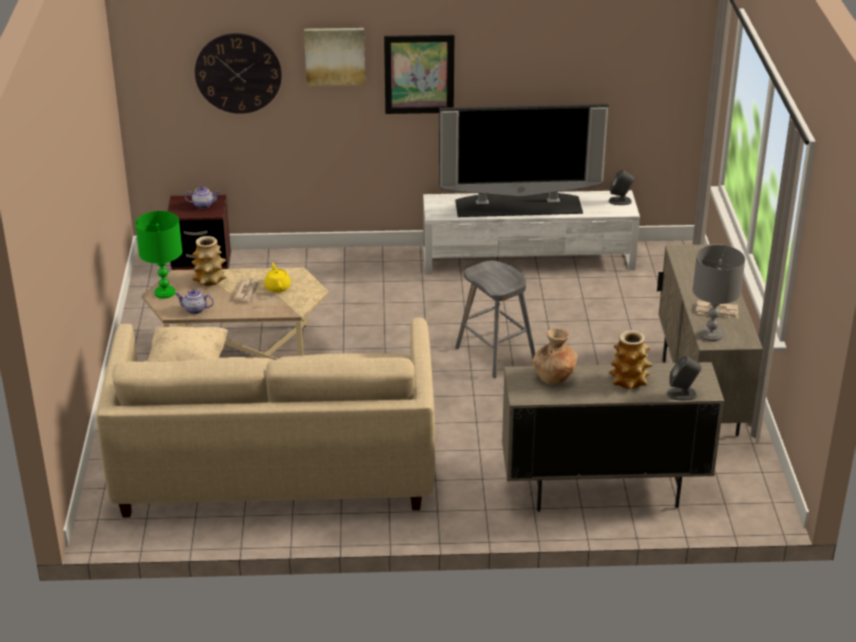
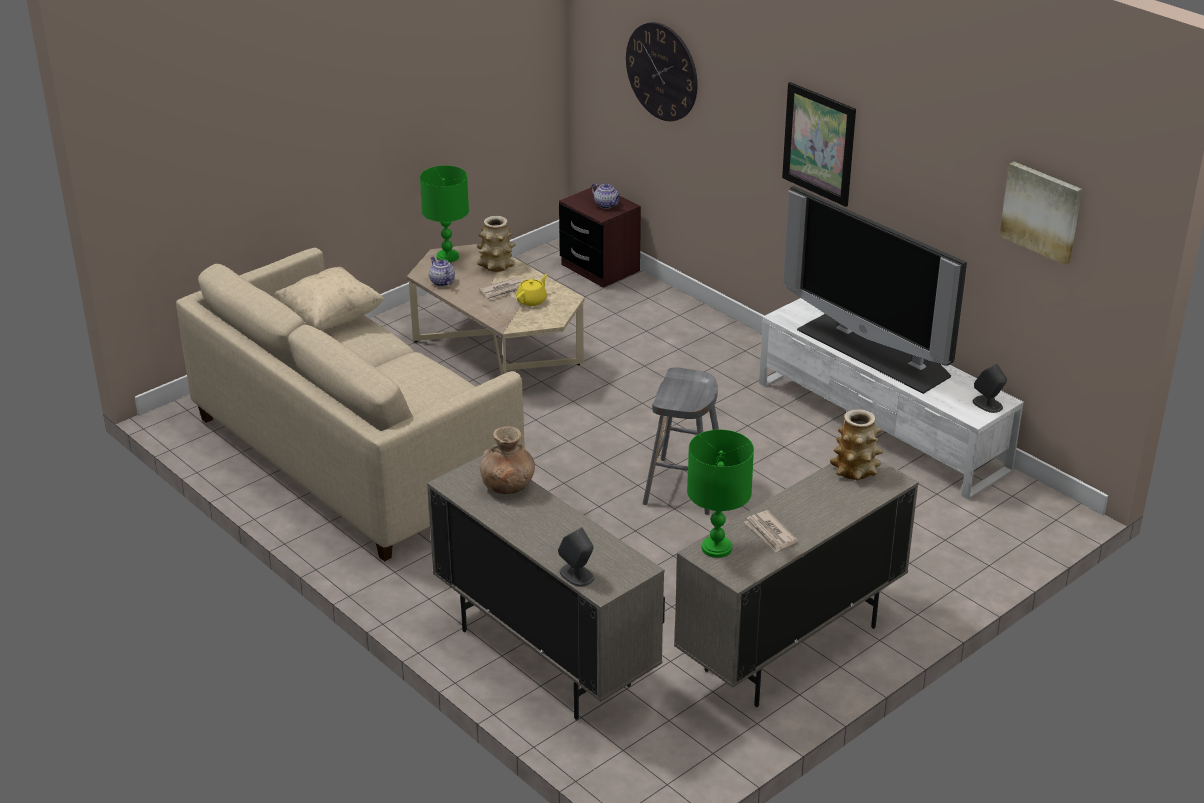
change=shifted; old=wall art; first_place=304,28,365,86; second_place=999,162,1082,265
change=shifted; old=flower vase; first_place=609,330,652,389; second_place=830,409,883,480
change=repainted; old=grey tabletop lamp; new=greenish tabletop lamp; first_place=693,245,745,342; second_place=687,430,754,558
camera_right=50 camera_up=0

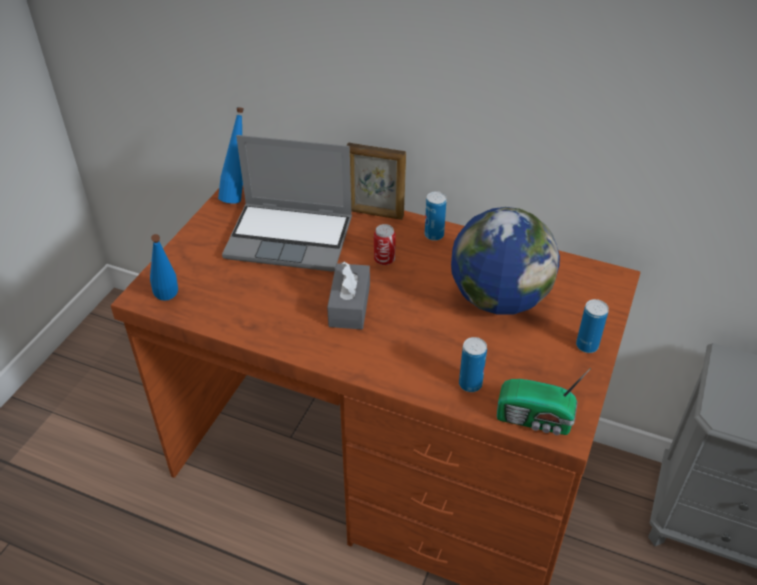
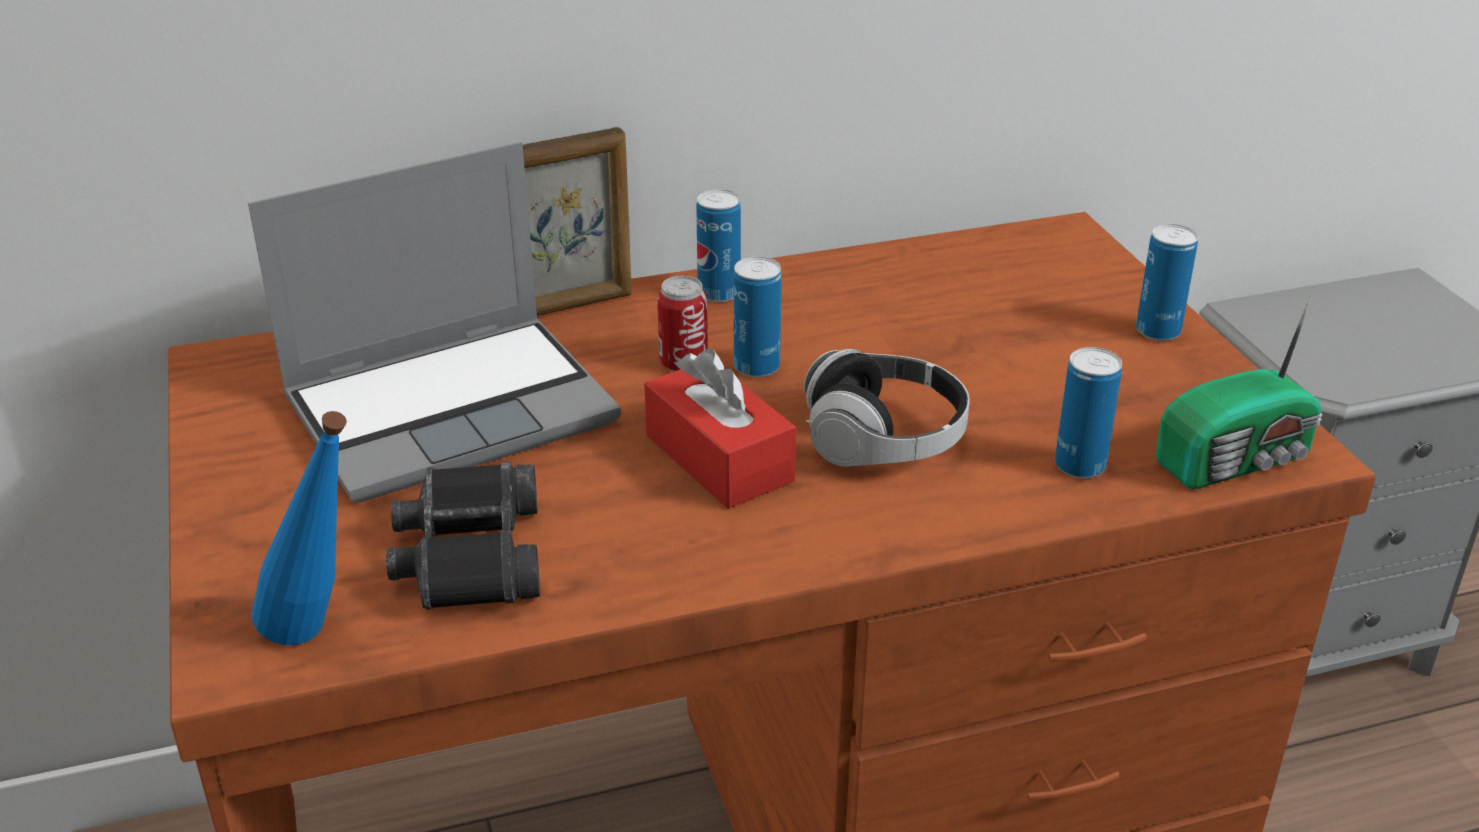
change=gone; old=blue beverage bottle; first_place=218,107,244,203
change=gone; old=globe; first_place=451,207,560,315
change=new; new=blackish pair of binoculars; second_place=386,461,540,610
change=new; new=metal can; second_place=734,257,782,377
change=new; new=headset; second_place=804,349,970,467
change=repainted; old=grey box of tissues; new=red-coloured box of tissues; first_place=327,262,370,330; second_place=644,348,796,509
camera_right=-40 camera_up=-10

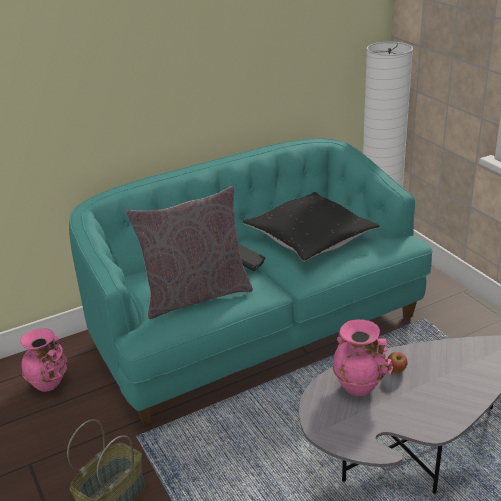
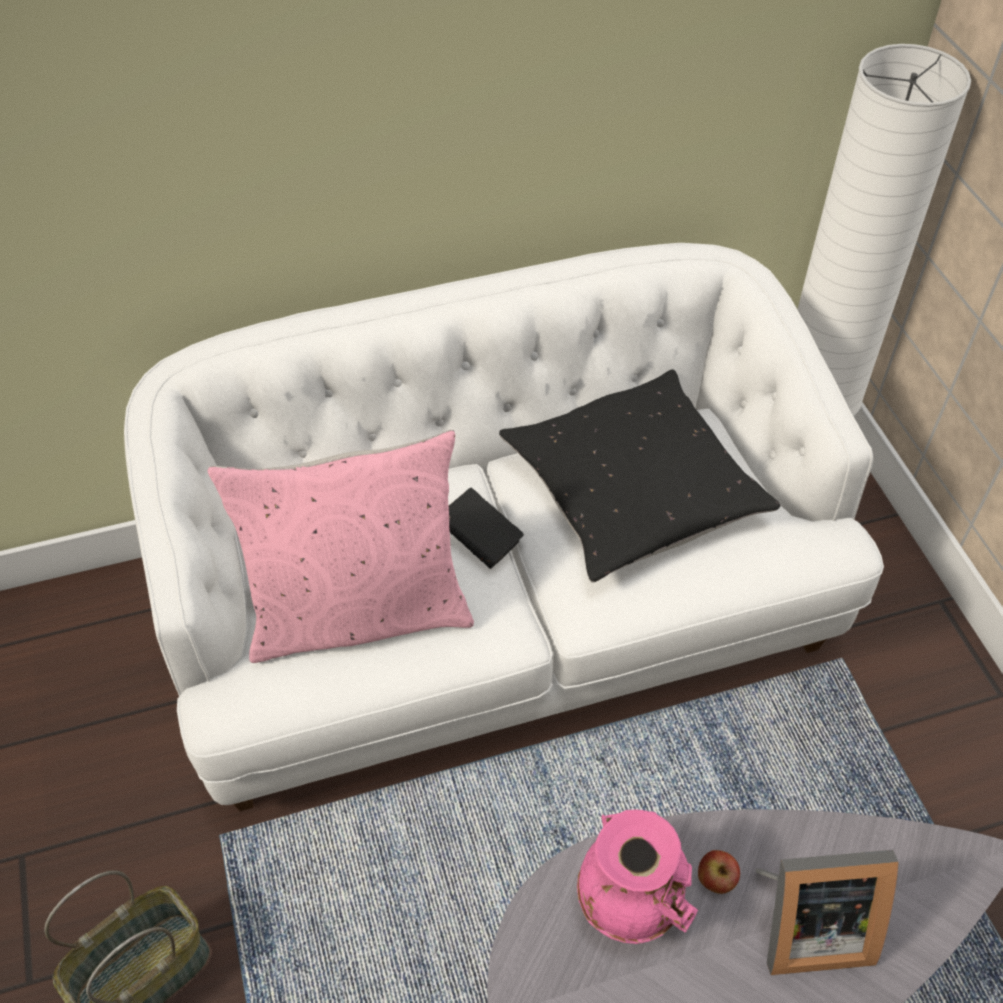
change=gone; old=pinkish flower vase; first_place=20,328,67,392
change=new; new=picture frame; second_place=756,850,898,975
change=repainted; old=turquoise sofa; new=whitish sofa; first_place=69,138,432,425; second_place=124,243,884,811
change=repainted; old=grey pillow; new=pinkish pillow; first_place=126,186,253,319; second_place=207,430,474,663
camera_right=10 camera_up=20

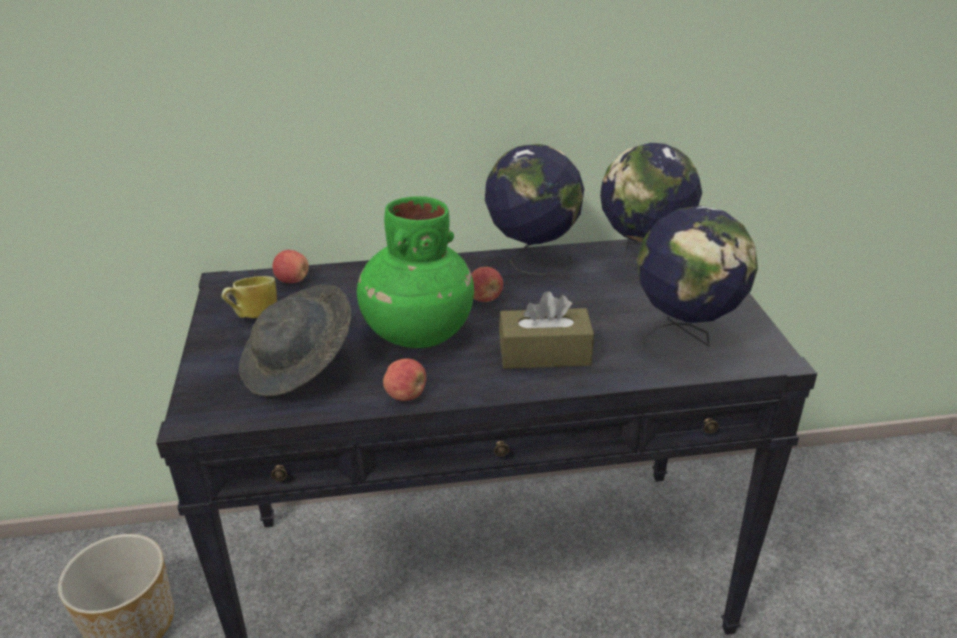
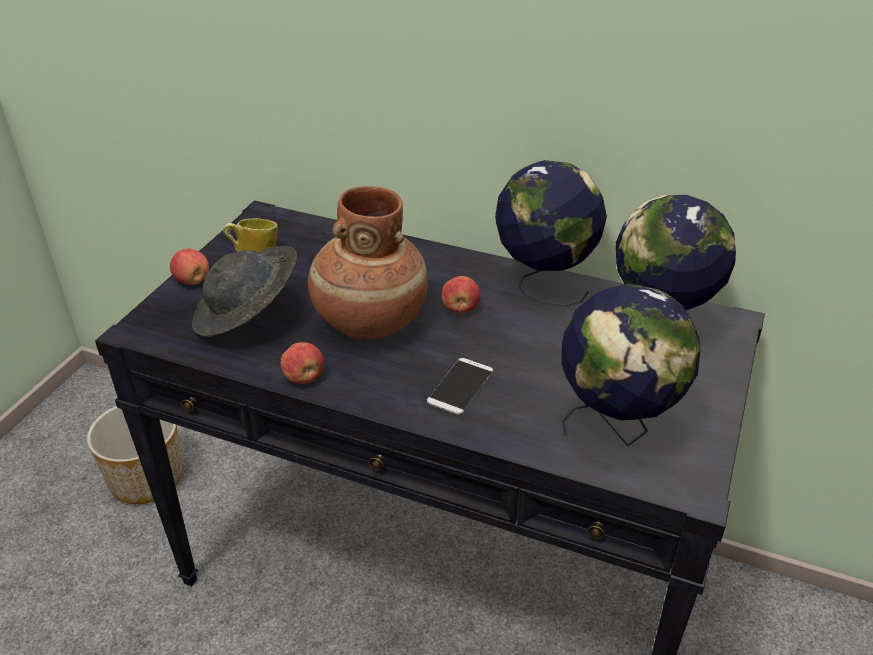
change=shifted; old=whole apple; first_place=272,250,309,283; second_place=170,249,209,285
change=swapped; old=brown-coloured box of tissues; new=phone; first_place=499,291,594,369; second_place=427,358,493,415
change=repainted; old=greenish flower vase; new=brown-coloured flower vase; first_place=357,196,474,348; second_place=308,186,428,340
camera_right=30 camera_up=5

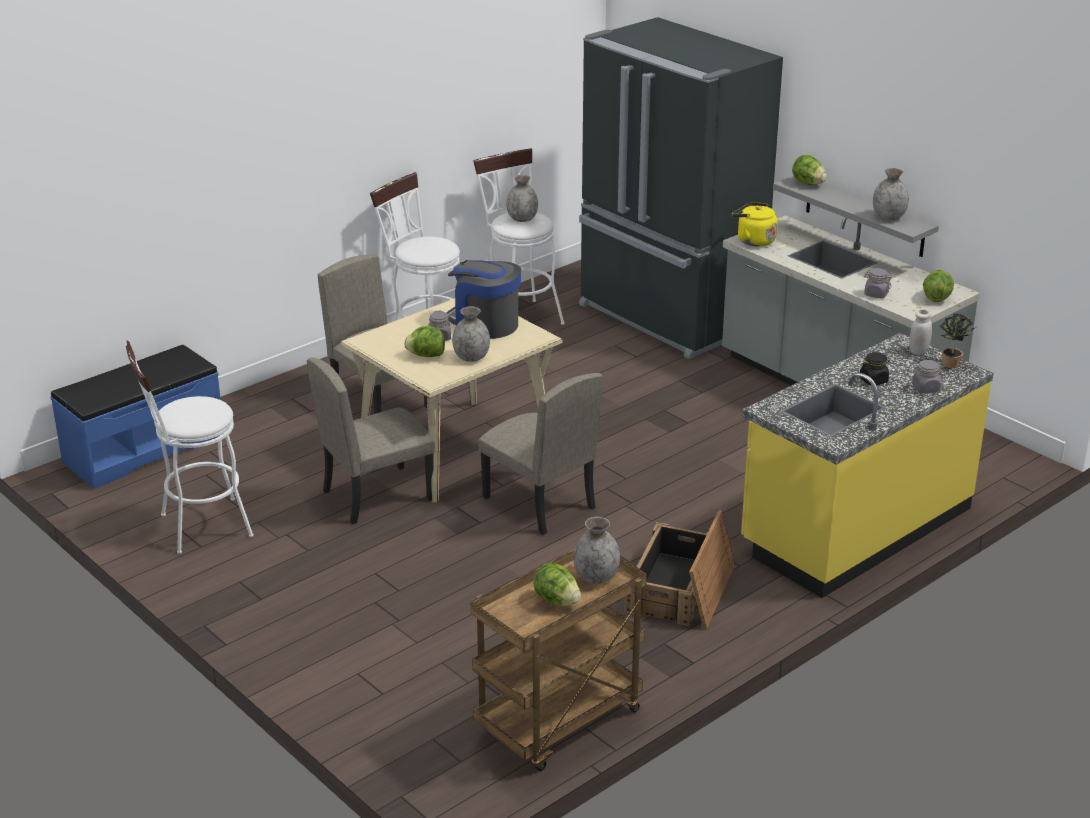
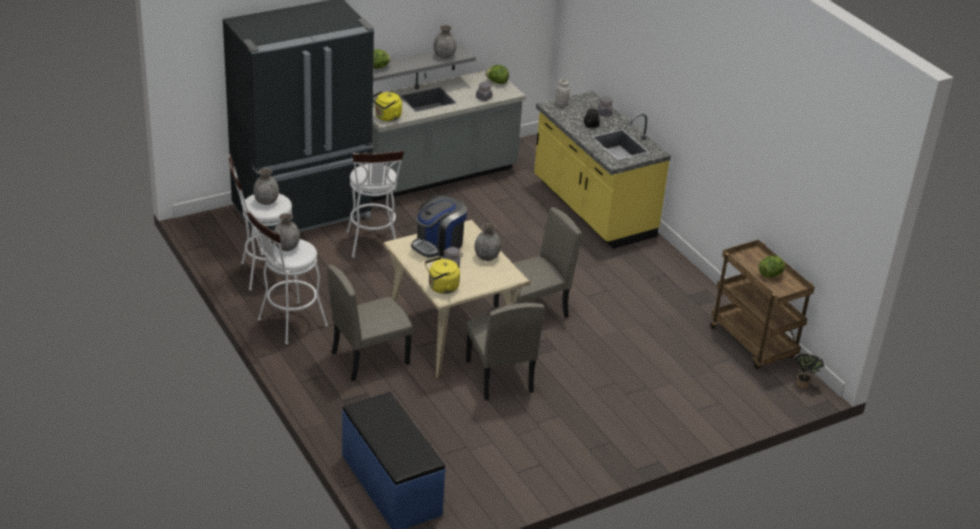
change=gone; old=head of lettuce; first_place=404,326,445,357
change=gone; old=shipping crate; first_place=624,510,735,629
change=new; new=yellow water kettle; second_place=425,257,460,294
change=shifted; old=whitish stool seat; first_place=125,341,254,554; second_place=347,150,404,258
change=shifted; old=grey flower vase; first_place=573,517,620,584; second_place=274,213,300,251
change=shifted; old=houseplant; first_place=939,313,976,368; second_place=794,354,825,388
camera_right=-80 camera_up=5

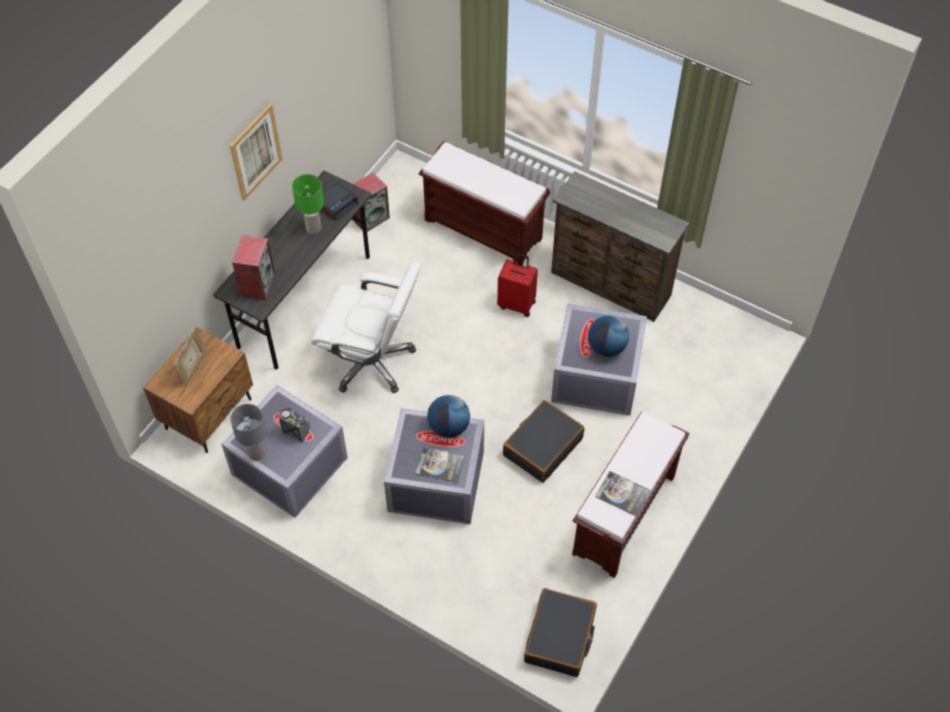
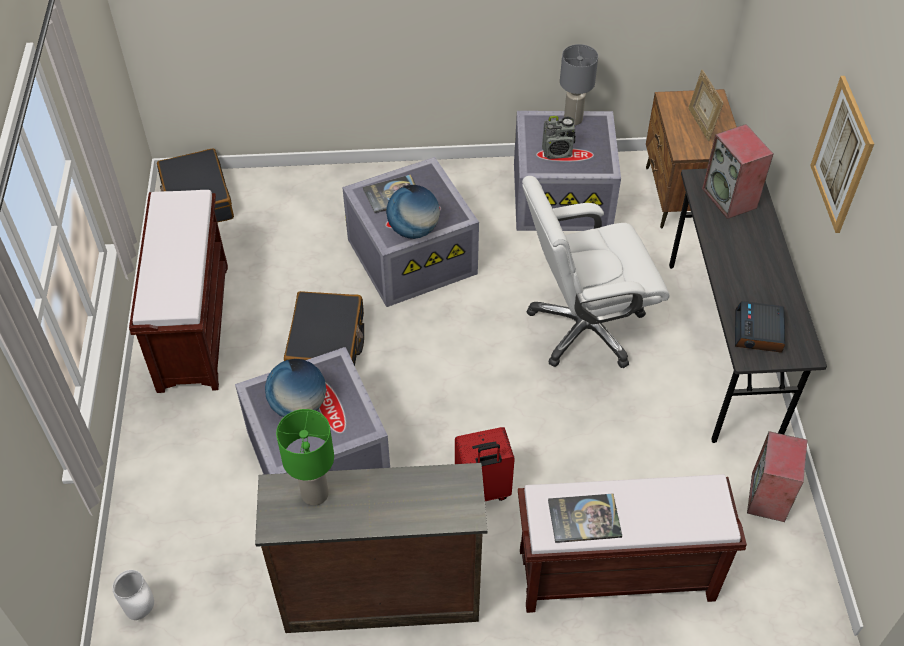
change=new; new=whitish flower vase; second_place=112,570,154,620
change=shifted; old=greenish tabletop lamp; first_place=292,174,324,234; second_place=276,409,334,506
change=shifted; old=book; first_place=595,471,650,516; second_place=548,493,622,543
camera_right=145 camera_up=-5

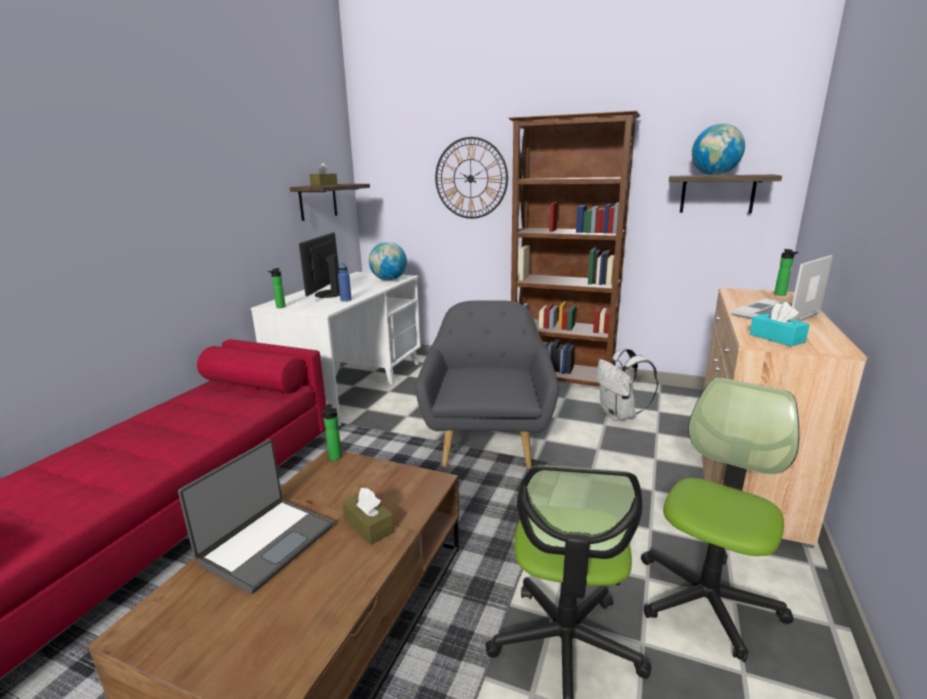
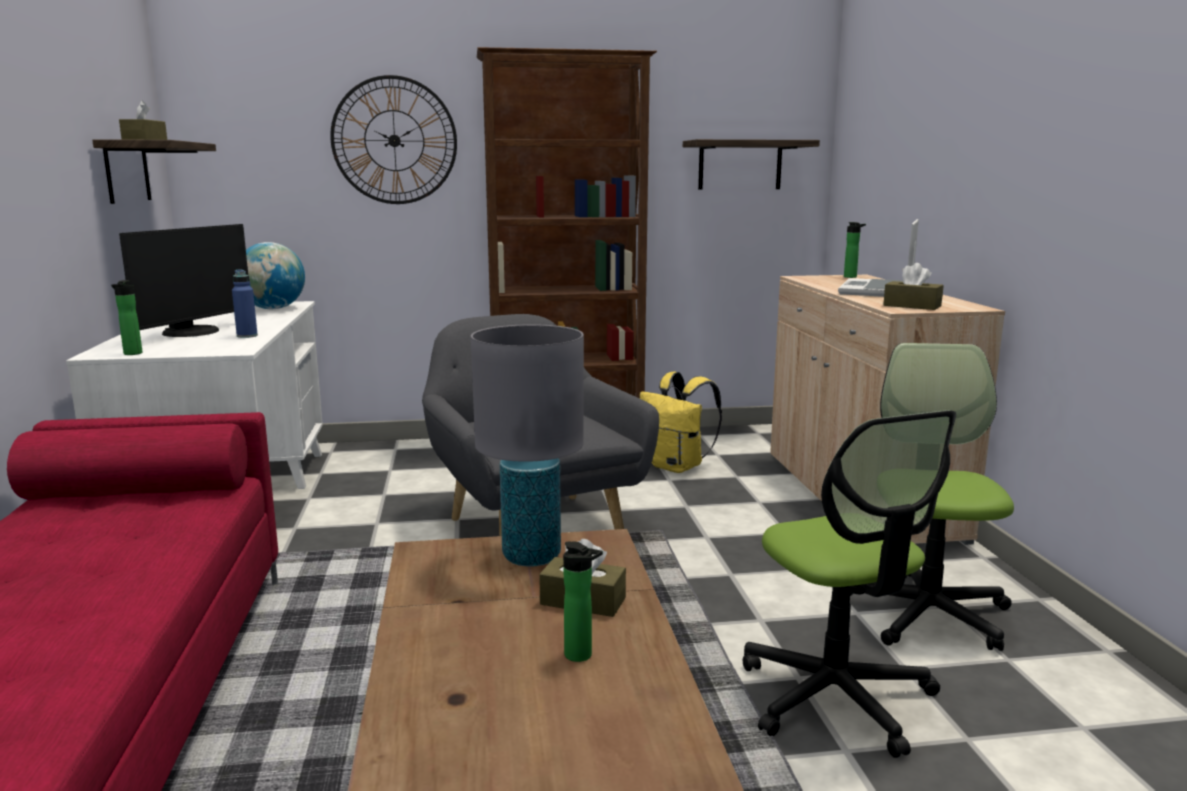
change=gone; old=notebook computer; first_place=178,439,334,594
change=gone; old=globe; first_place=692,124,745,175
change=new; new=grey tabletop lamp; second_place=471,324,584,567
change=shifted; old=beverage bottle; first_place=323,404,342,461; second_place=563,542,603,662
change=repainted; old=whitish rucksack; new=yellow rucksack; first_place=596,348,658,421; second_place=640,372,722,473
change=repainted; old=turquoise box of tissues; new=brown-coloured box of tissues; first_place=750,302,810,346; second_place=883,263,944,310
change=rotated; old=computer display; first_place=299,232,340,298; second_place=119,224,248,337; degrees=-135
camera_right=-30 camera_up=-5

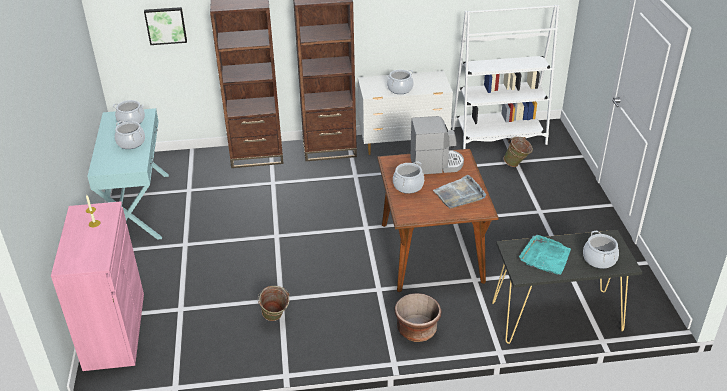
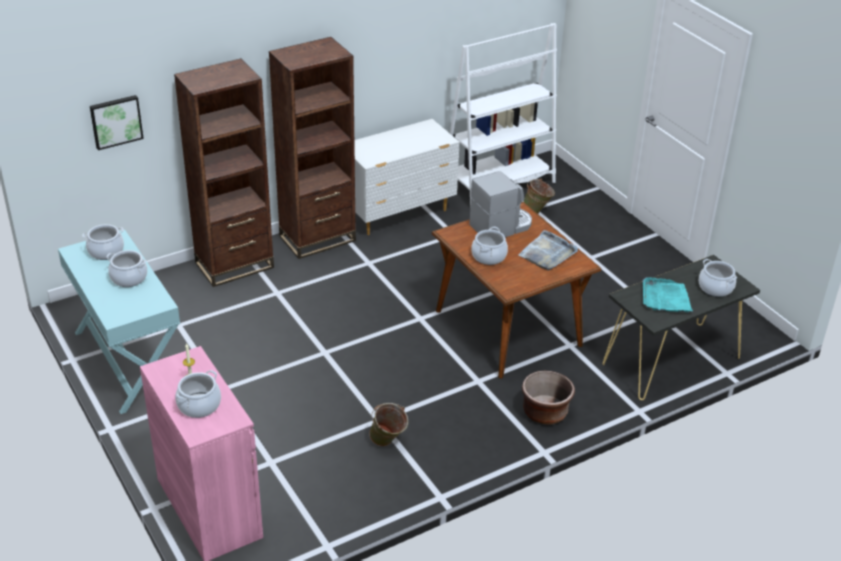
change=shifted; old=saucepot; first_place=387,70,414,94; second_place=175,370,221,418
camera_right=-25 camera_up=0

